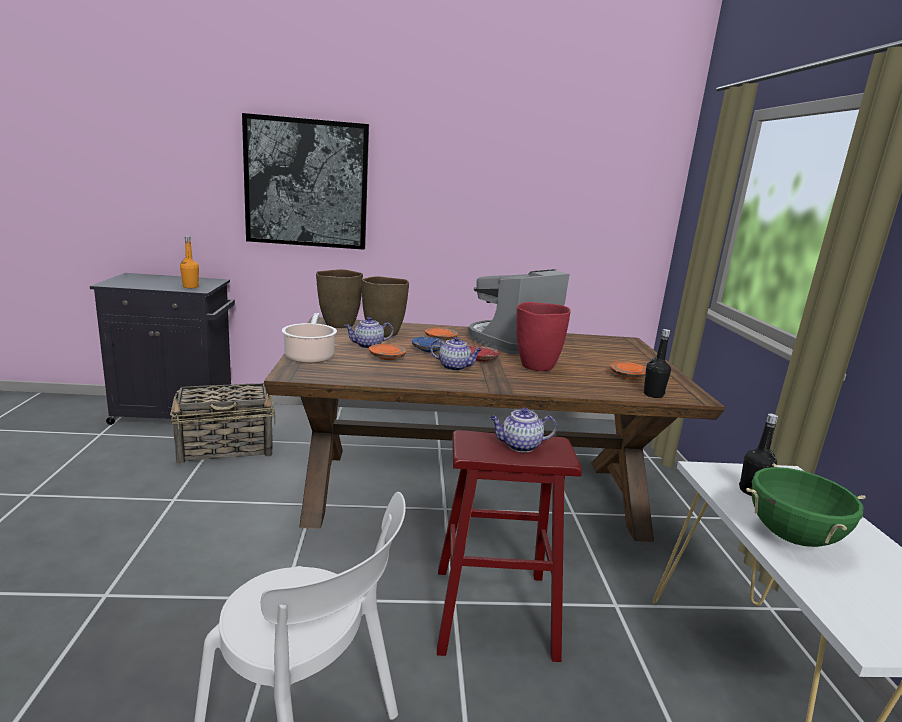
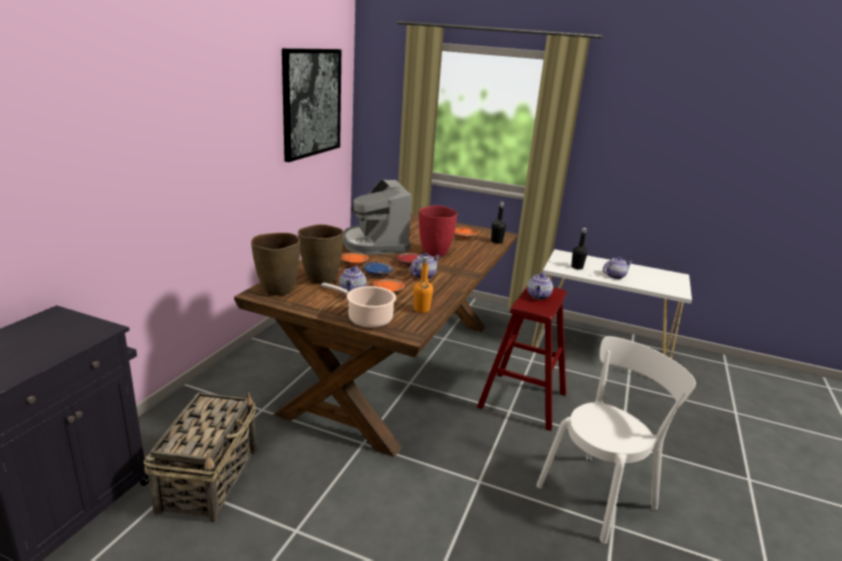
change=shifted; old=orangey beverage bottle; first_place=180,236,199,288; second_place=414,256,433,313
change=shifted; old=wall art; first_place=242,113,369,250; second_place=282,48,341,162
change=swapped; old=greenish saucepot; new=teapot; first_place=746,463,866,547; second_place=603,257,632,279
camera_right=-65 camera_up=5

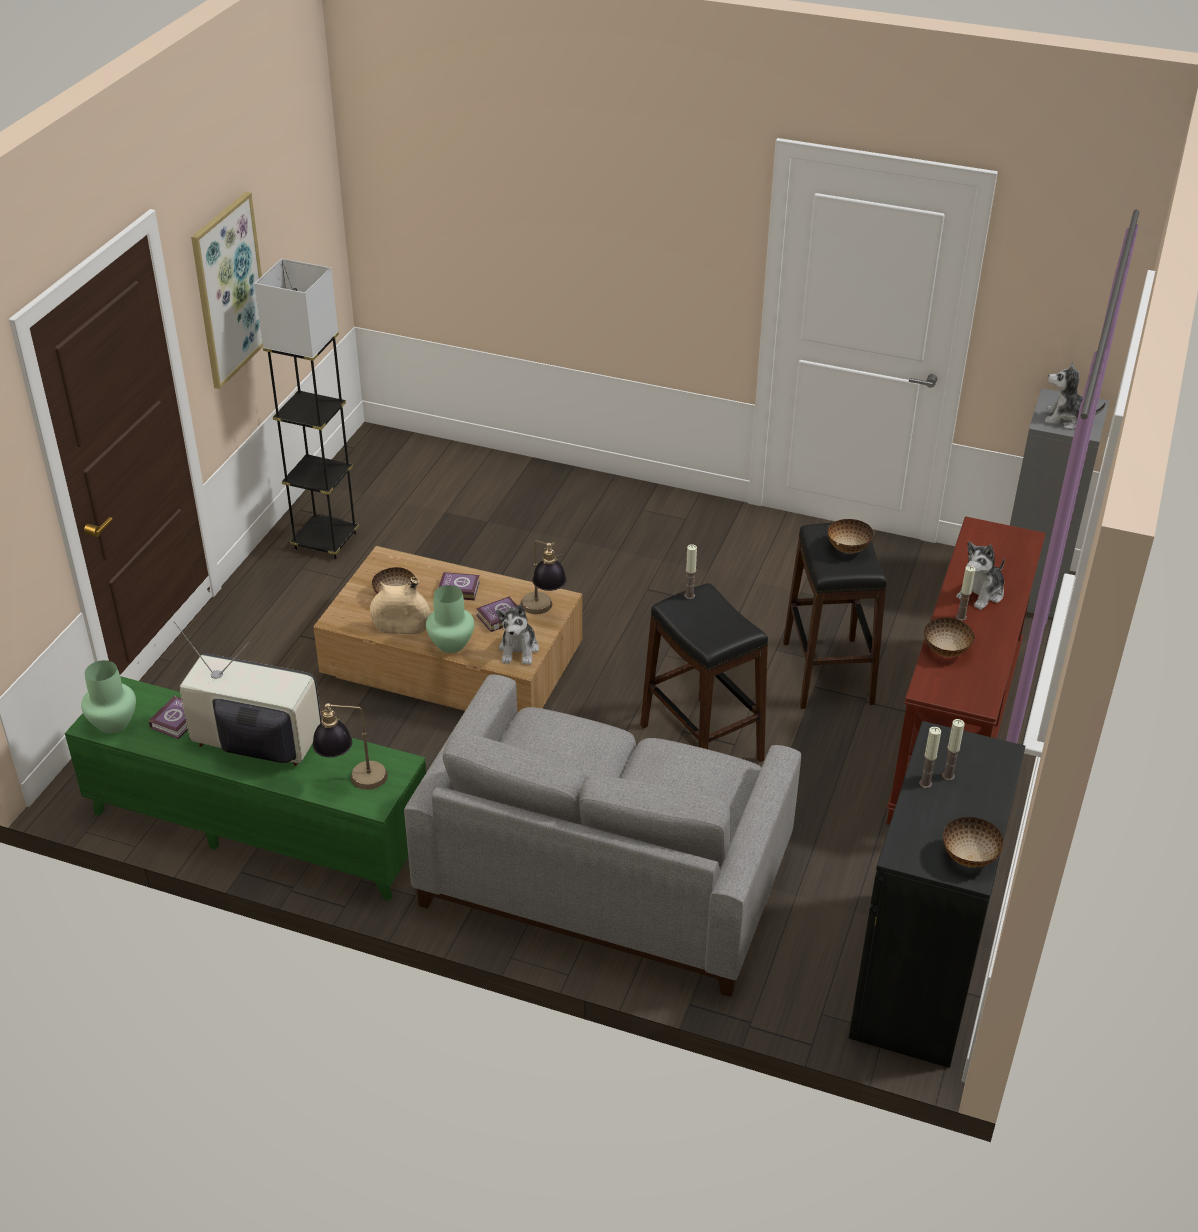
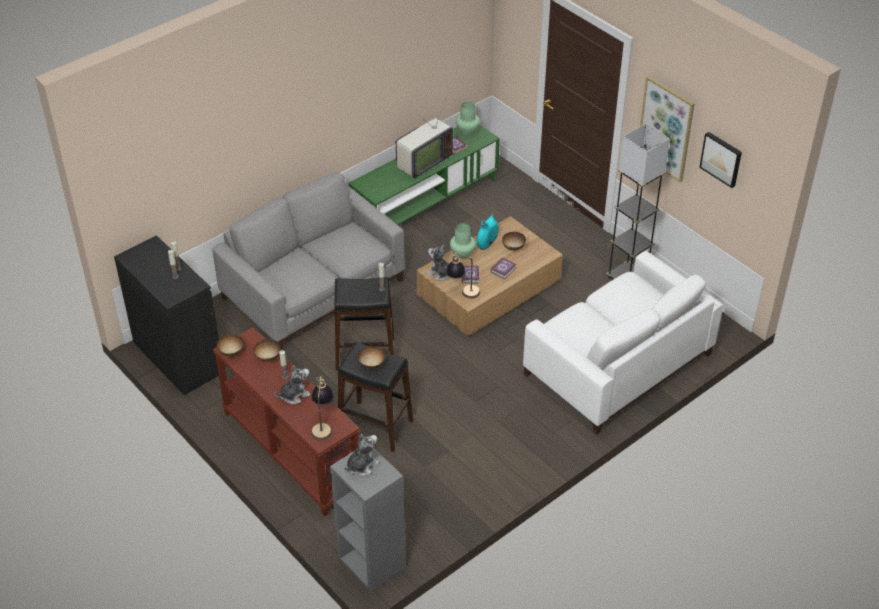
change=new; new=whitish sofa; second_place=523,251,723,434
change=new; new=wall art; second_place=699,132,742,188
change=shifted; old=tabletop lamp; first_place=312,703,388,790; second_place=311,376,334,440
change=shifted; old=bowl; first_place=943,817,1004,868; second_place=216,334,244,357
change=repainted; old=beige-coloured flower vase; new=turquoise flower vase; first_place=370,577,431,634; second_place=477,214,498,250
change=rotated; old=plush toy; first_place=956,542,1005,610; second_place=275,365,311,404; degrees=75
camera_right=120 camera_up=5

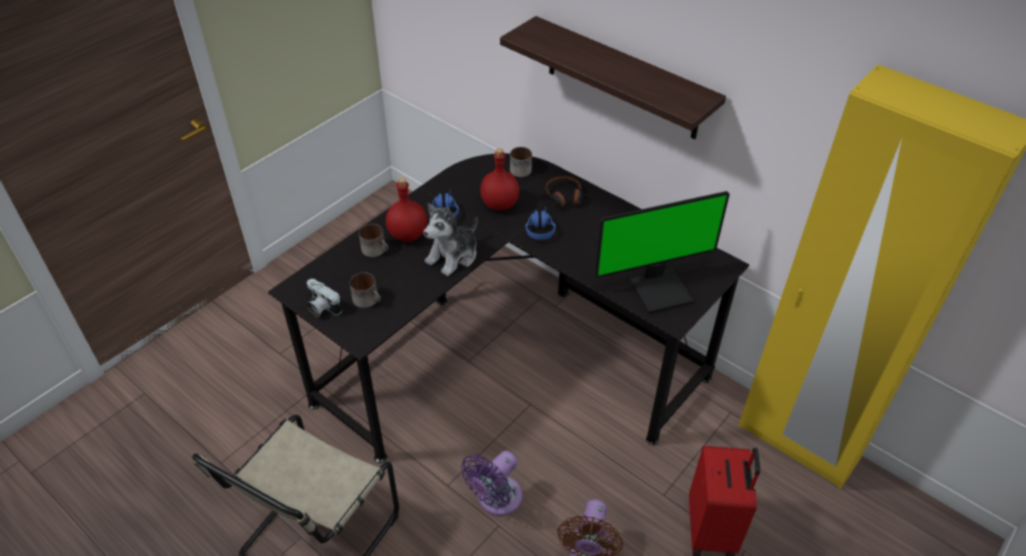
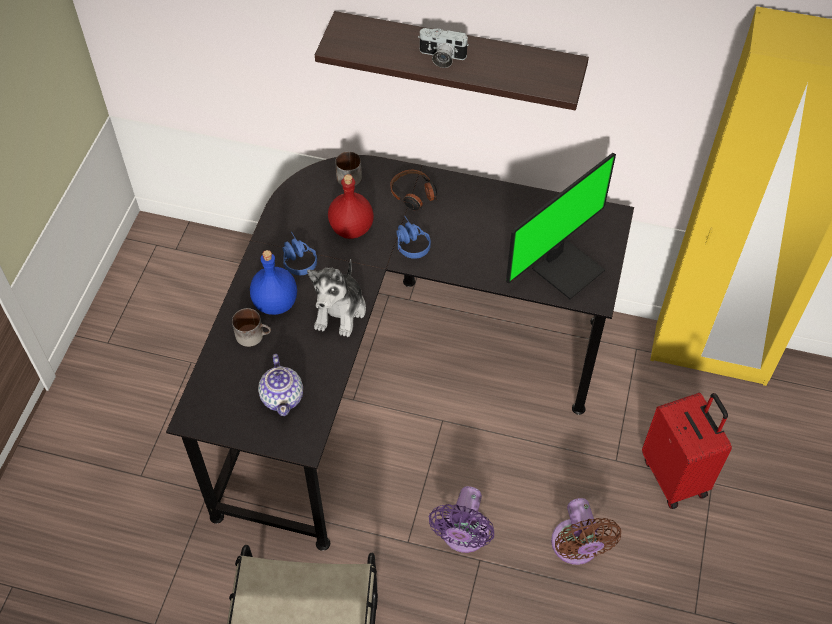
change=shifted; old=photo camera; first_place=307,279,342,317; second_place=418,28,469,68
change=swapped; old=mug; new=teapot; first_place=349,272,381,308; second_place=258,354,303,416
change=repainted; old=red-coloured beverage bottle; new=blue beverage bottle; first_place=386,178,427,242; second_place=250,250,297,315
camera_right=-25 camera_up=10

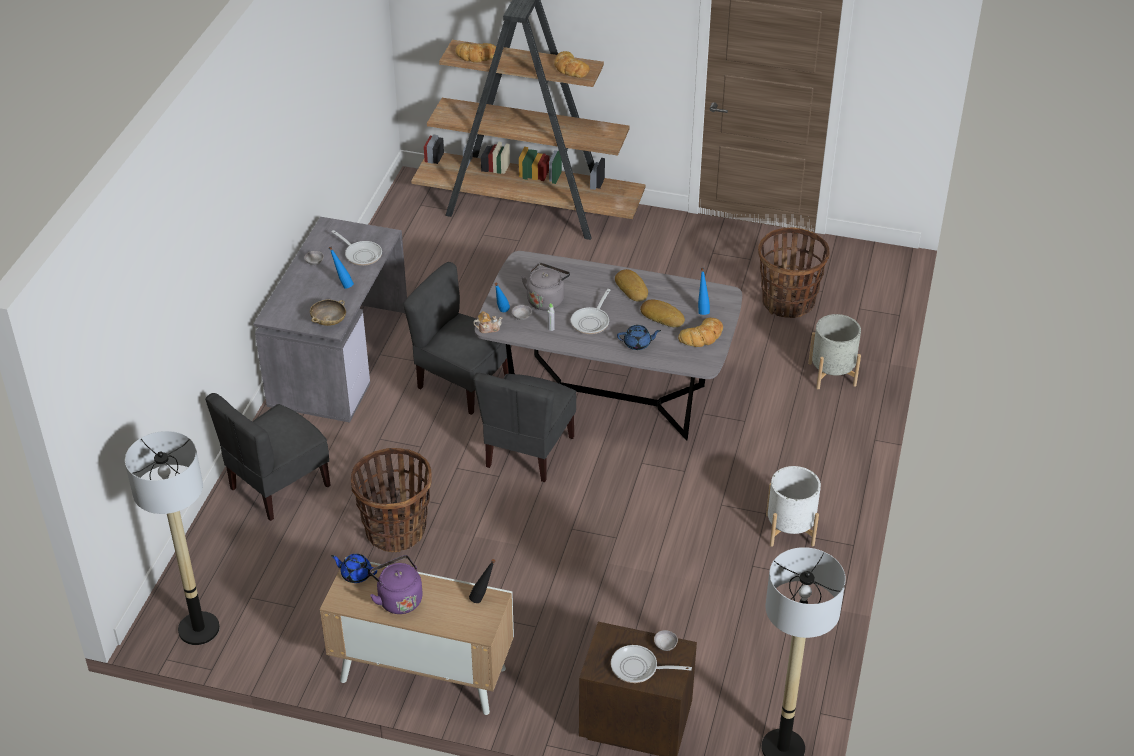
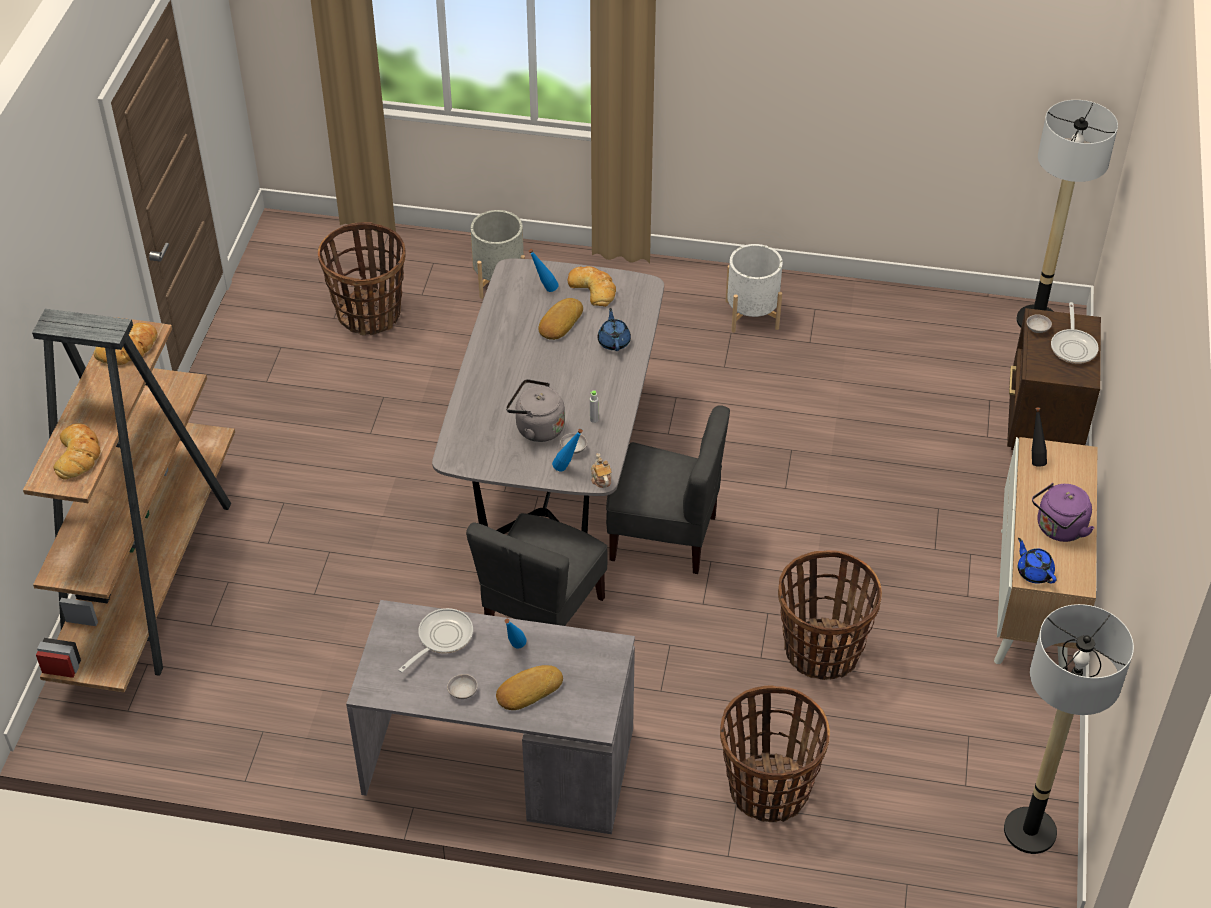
change=gone; old=beige-coloured bowl; first_place=310,300,346,326
change=gone; old=frying pan; first_place=571,289,610,334
change=shifted; old=bakery bread; first_place=615,269,648,302; second_place=496,665,563,710
change=swapped; old=grey plain chair; new=household basket; first_place=205,393,331,521; second_place=720,685,830,822
change=rotated; old=blue teapot; first_place=331,554,377,583; second_place=1018,538,1056,584; degrees=135
camera_right=-95 camera_up=5

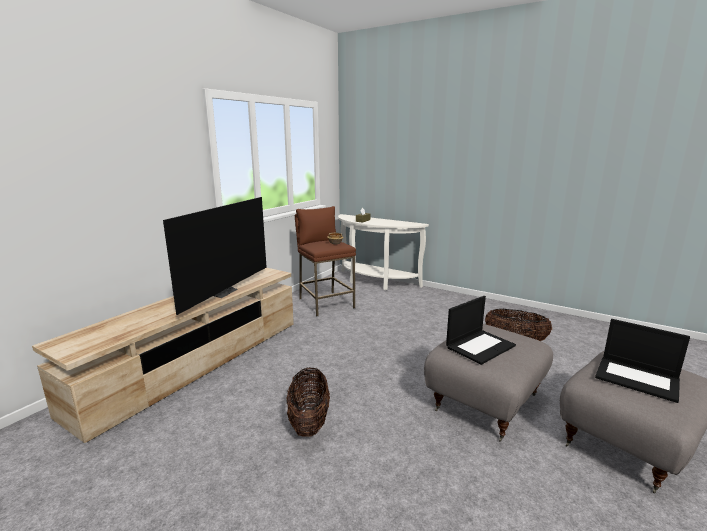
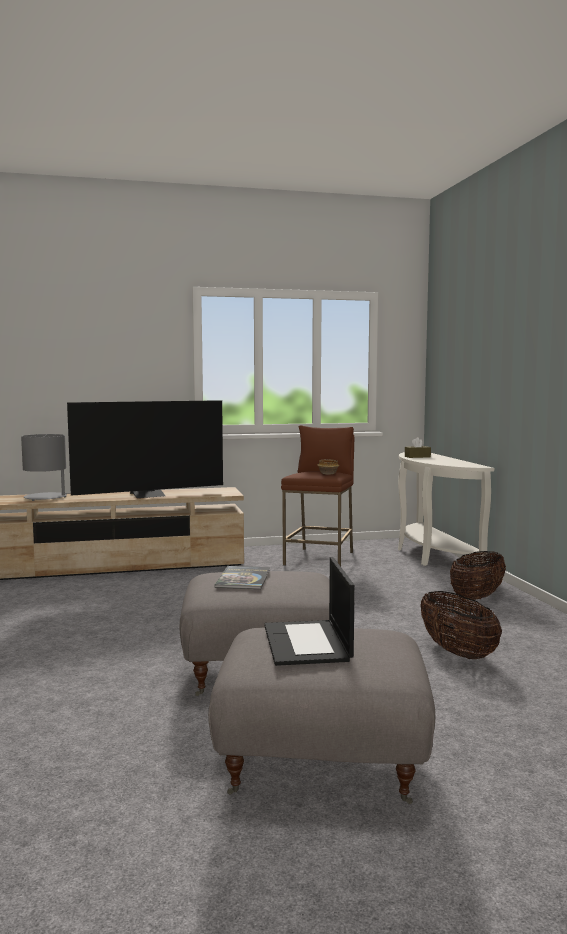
change=new; new=grey tabletop lamp; second_place=21,434,71,501
change=shifted; old=household basket; first_place=287,367,330,437; second_place=450,551,506,600
change=swapped; old=notebook computer; new=book; first_place=446,296,516,365; second_place=214,566,270,589
camera_right=45 camera_up=-10

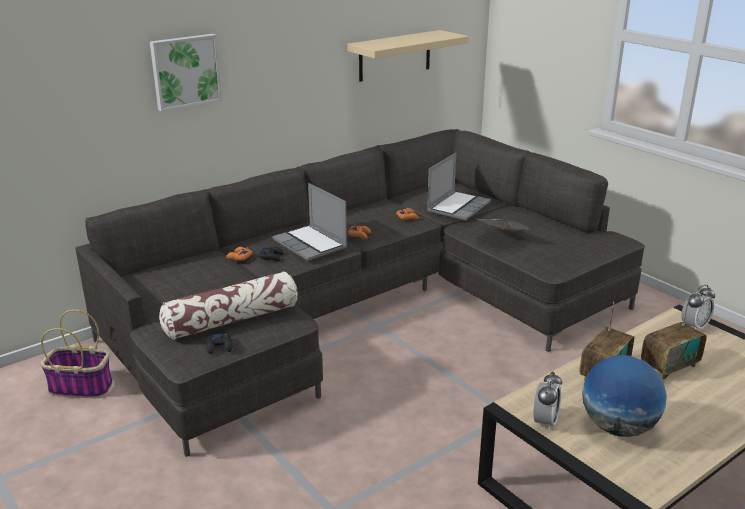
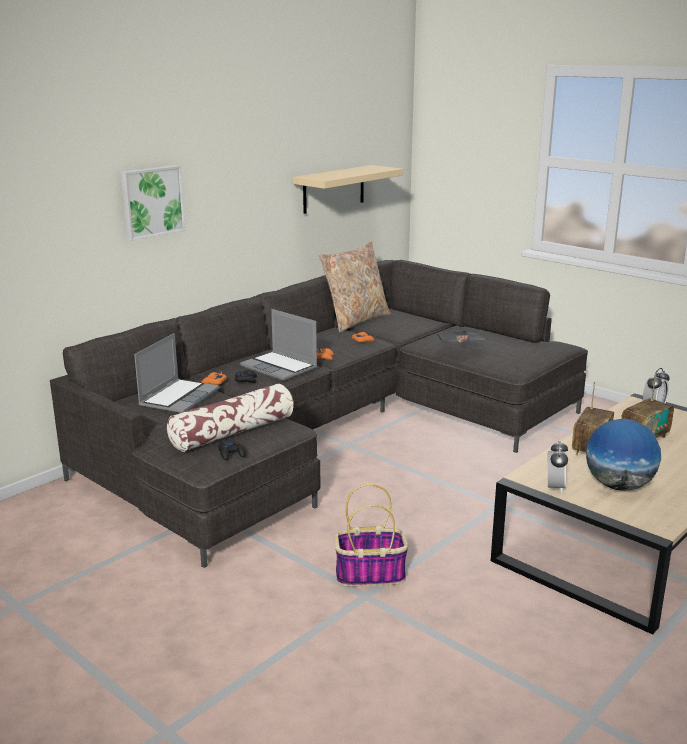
change=new; new=beige-coloured pillow; second_place=319,242,391,332
change=shifted; old=household basket; first_place=41,309,113,398; second_place=334,484,408,587
change=shifted; old=notebook computer; first_place=427,153,491,221; second_place=134,333,220,413
camera_right=-10 camera_up=-5

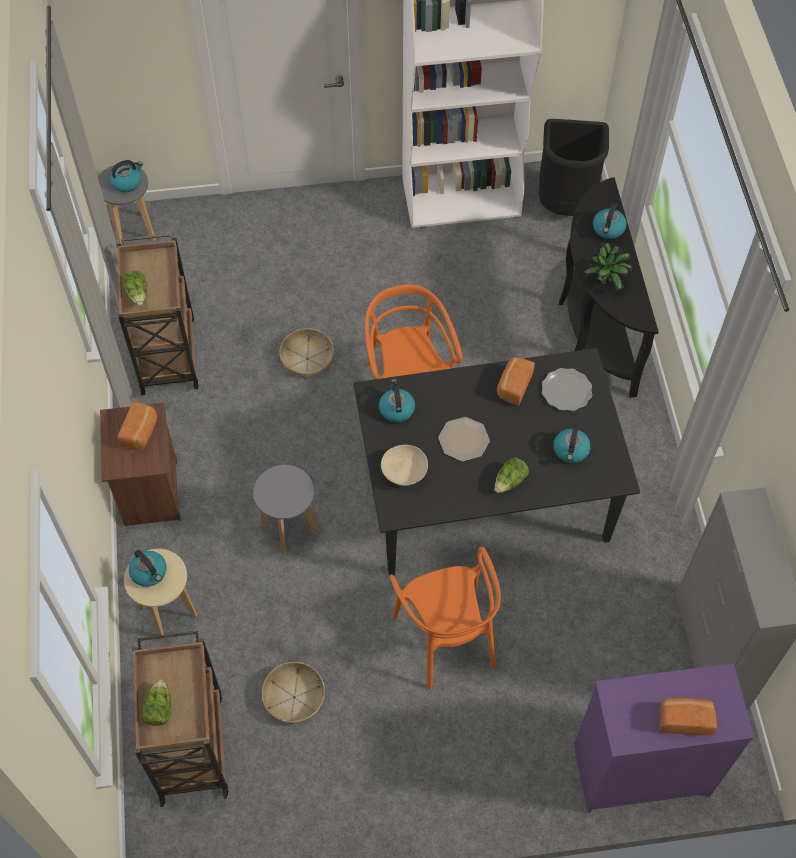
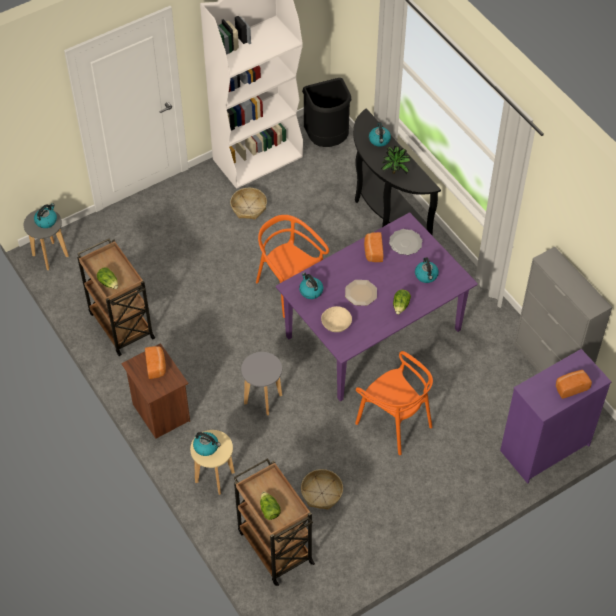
change=shifted; old=household basket; first_place=279,328,334,380; second_place=230,188,267,220
change=repainted; old=blackish dinner table; new=purplish dinner table; first_place=353,348,640,575; second_place=276,212,478,402
camera_right=-25 camera_up=-5

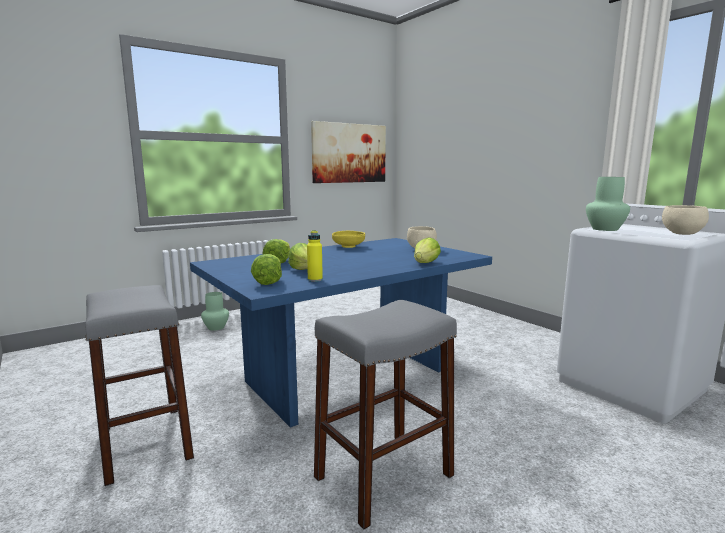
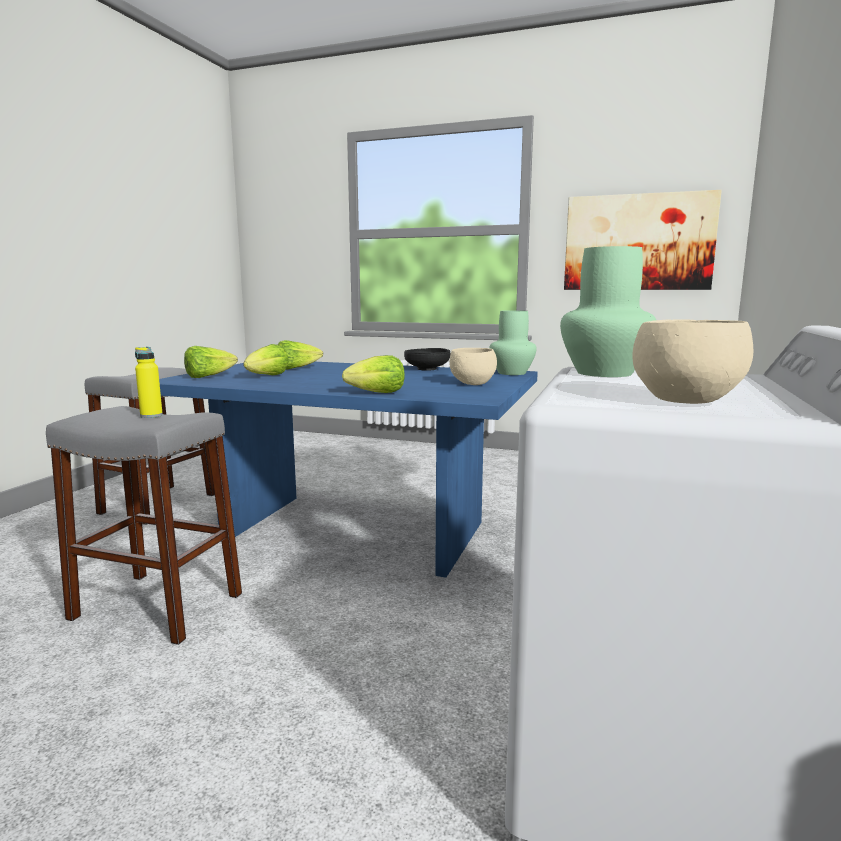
change=shifted; old=greenish flower vase; first_place=201,292,229,330; second_place=490,310,537,375
change=shifted; old=yellow beverage bottle; first_place=307,230,323,282; second_place=135,347,163,418
change=repainted; old=yellow bowl; new=blackish bowl; first_place=332,231,365,248; second_place=404,348,450,371
camera_right=55 camera_up=0

